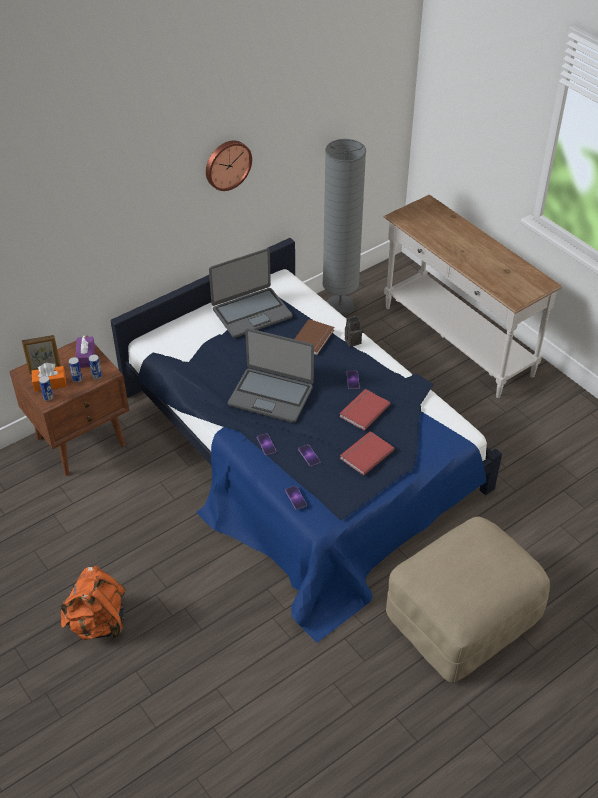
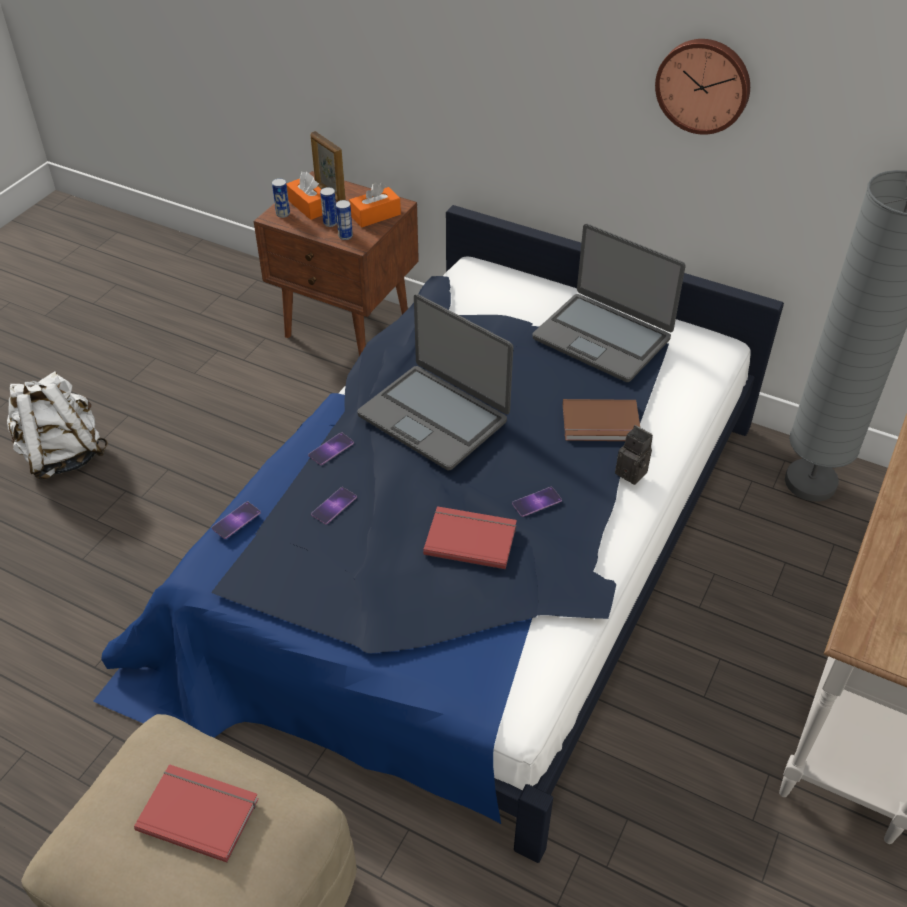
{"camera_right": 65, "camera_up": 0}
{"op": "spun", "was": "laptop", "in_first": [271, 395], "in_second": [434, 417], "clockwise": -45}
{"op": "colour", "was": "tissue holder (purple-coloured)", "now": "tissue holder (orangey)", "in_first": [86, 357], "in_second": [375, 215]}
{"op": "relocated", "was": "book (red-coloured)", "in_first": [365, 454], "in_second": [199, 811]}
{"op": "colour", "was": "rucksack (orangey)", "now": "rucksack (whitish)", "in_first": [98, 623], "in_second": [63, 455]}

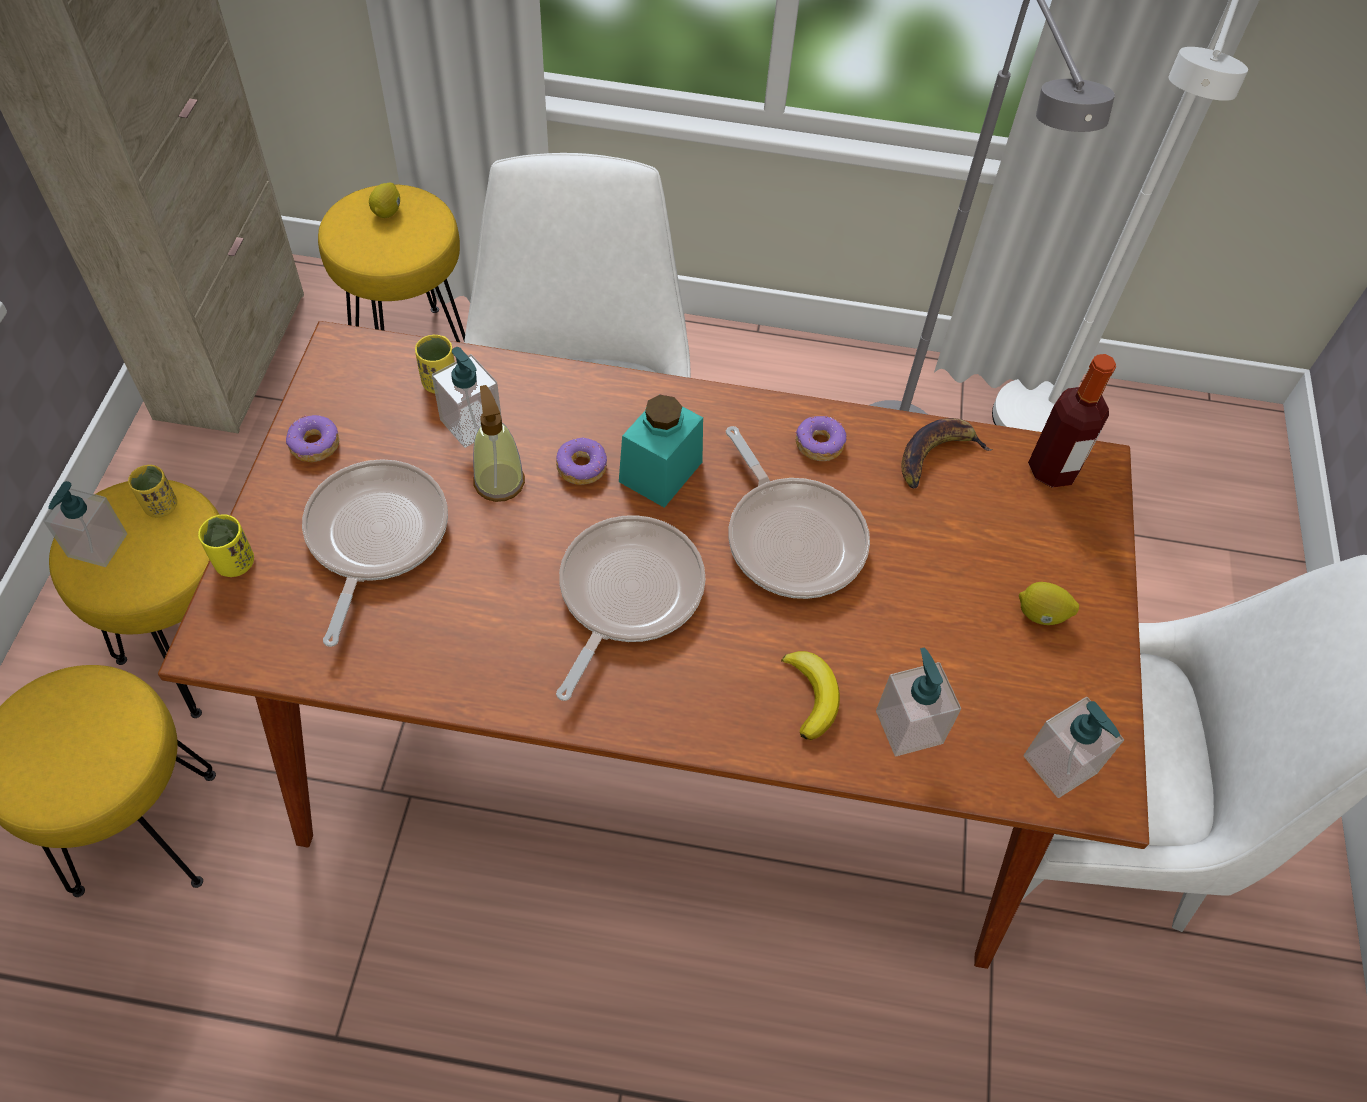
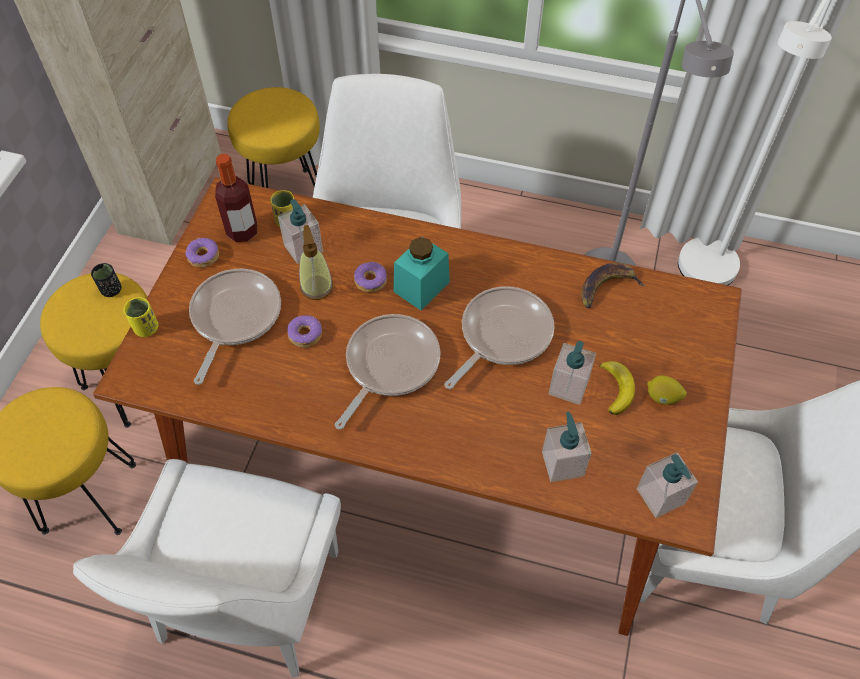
{"camera_right": 10, "camera_up": 0}
{"op": "missing", "was": "whole lemon", "in_first": [387, 211]}
{"op": "relocated", "was": "beverage bottle", "in_first": [1052, 470], "in_second": [242, 231]}
{"op": "relocated", "was": "ring doughnut", "in_first": [819, 444], "in_second": [305, 335]}
{"op": "spun", "was": "pan", "in_first": [792, 537], "in_second": [502, 335], "clockwise": -120}
{"op": "colour", "was": "drinking cup (yellow-coloured)", "now": "drinking cup (black)", "in_first": [161, 506], "in_second": [111, 290]}
{"op": "relocated", "was": "liquid soap bottle", "in_first": [97, 545], "in_second": [568, 387]}
{"op": "relocated", "was": "whole banana", "in_first": [811, 696], "in_second": [617, 389]}
{"op": "appeared", "now": "upright chair (whitish)", "in_second": [247, 603]}

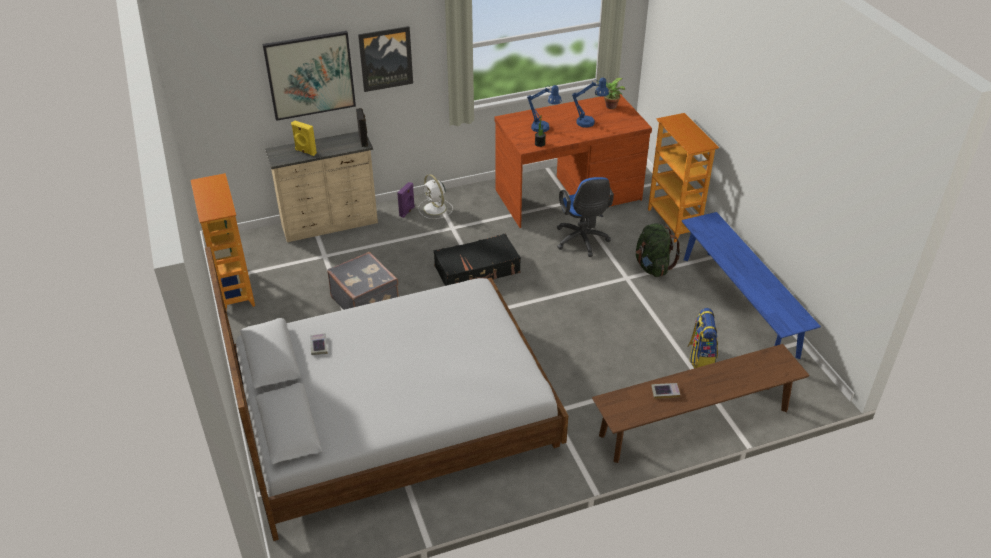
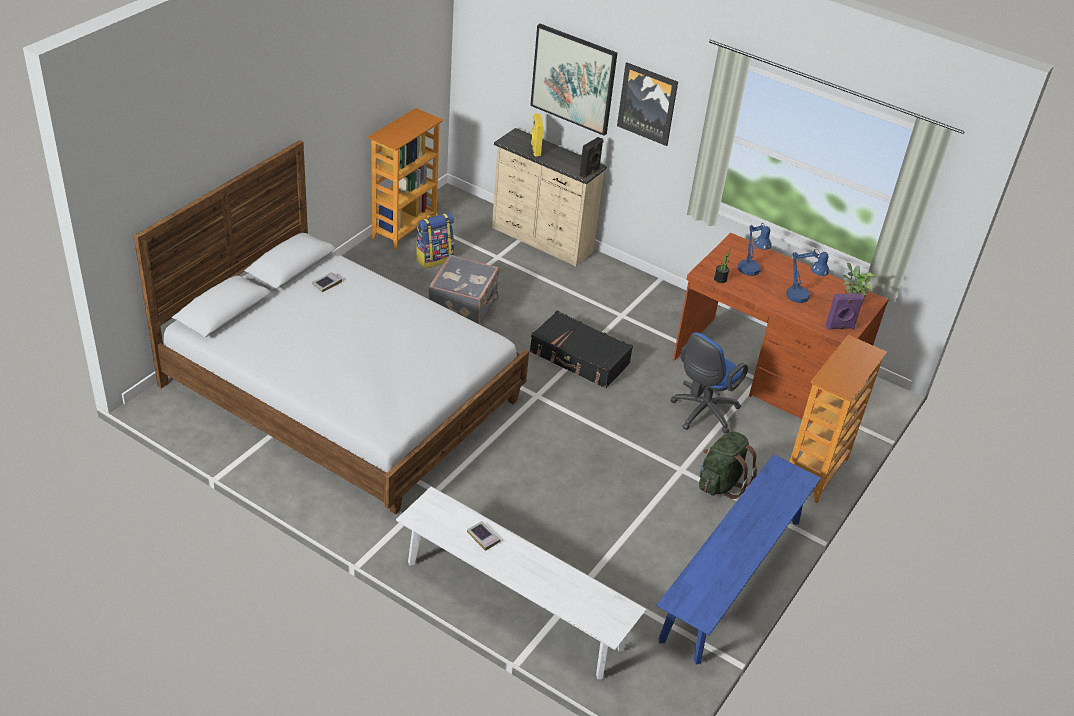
{"camera_right": 50, "camera_up": 0}
{"op": "missing", "was": "fan (whitish)", "in_first": [435, 209]}
{"op": "relocated", "was": "speaker (purple-coloured)", "in_first": [407, 211], "in_second": [840, 327]}
{"op": "relocated", "was": "rucksack", "in_first": [700, 357], "in_second": [434, 259]}
{"op": "colour", "was": "bench (brown)", "now": "bench (whitish)", "in_first": [694, 423], "in_second": [513, 605]}

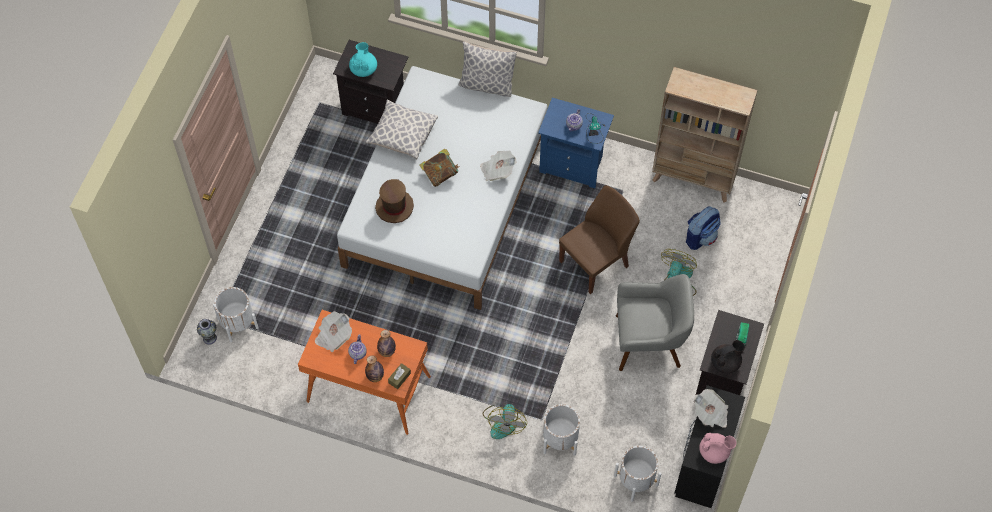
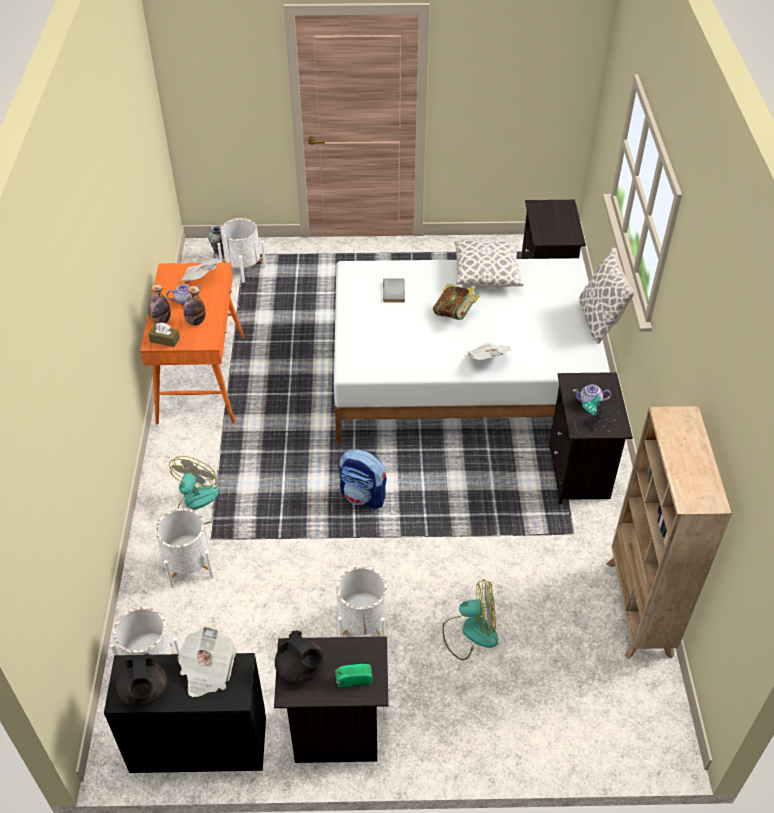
{"camera_right": 70, "camera_up": -15}
{"op": "missing", "was": "teapot (turquoise-coloured)", "in_first": [363, 69]}
{"op": "colour", "was": "night table (bluish)", "now": "night table (black)", "in_first": [573, 164], "in_second": [580, 473]}
{"op": "exchanged", "was": "hat (brown)", "now": "book (grey)", "in_first": [394, 207], "in_second": [392, 291]}
{"op": "missing", "was": "upright chair (brown)", "in_first": [595, 263]}
{"op": "relocated", "was": "rucksack", "in_first": [700, 237], "in_second": [363, 496]}
{"op": "exchanged", "was": "lounge chair (grey)", "now": "flower pot (whitish)", "in_first": [649, 342], "in_second": [362, 624]}
{"op": "spun", "was": "fan", "in_first": [504, 421], "in_second": [197, 504], "clockwise": 120}
{"op": "colour", "was": "teapot (pinkish)", "now": "teapot (black)", "in_first": [714, 452], "in_second": [144, 692]}

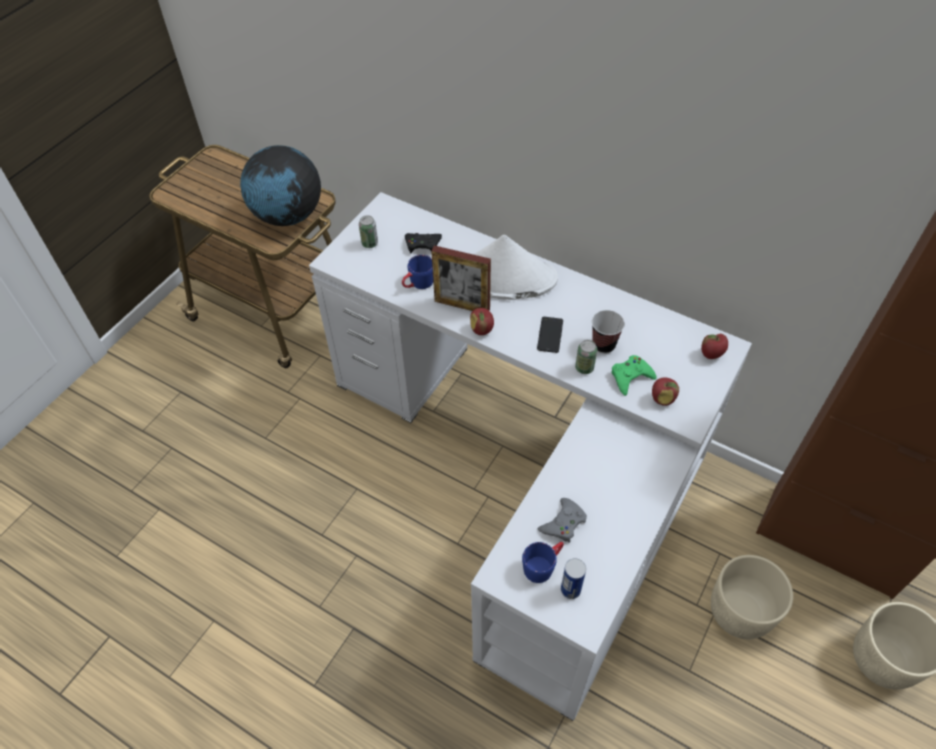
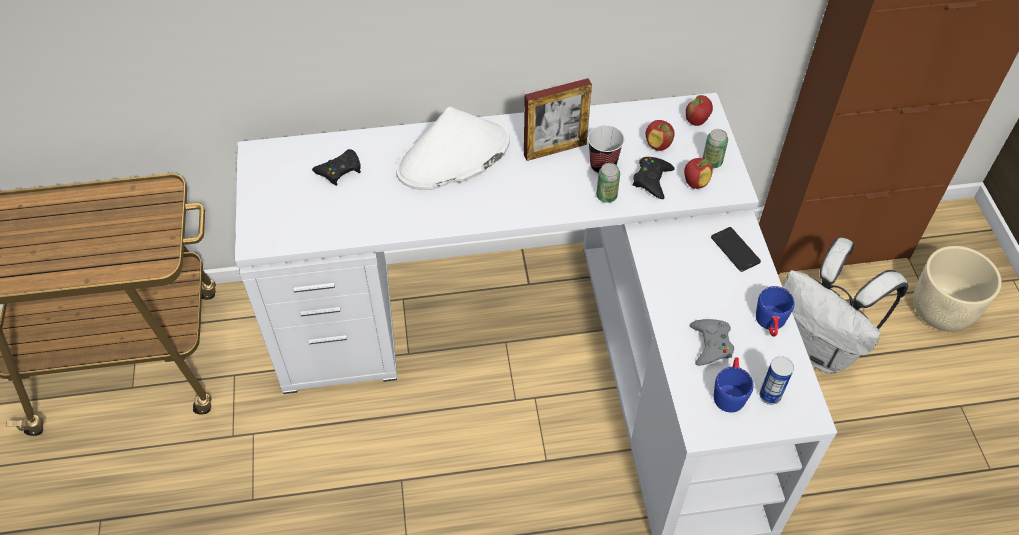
{"camera_right": -40, "camera_up": 0}
{"op": "missing", "was": "globe", "in_first": [287, 216]}
{"op": "relocated", "was": "can", "in_first": [370, 243], "in_second": [712, 162]}
{"op": "relocated", "was": "standing frame", "in_first": [462, 305], "in_second": [555, 149]}
{"op": "relocated", "was": "coffee mug (bluish)", "in_first": [418, 284], "in_second": [771, 324]}
{"op": "relocated", "was": "apple fruit", "in_first": [482, 330], "in_second": [658, 145]}
{"op": "relocated", "was": "handset", "in_first": [550, 335], "in_second": [735, 249]}
{"op": "colour", "was": "gamepad (green-coloured)", "now": "gamepad (black)", "in_first": [630, 377], "in_second": [652, 180]}
{"op": "exchanged", "was": "flower pot (beige)", "now": "rucksack (whitish)", "in_first": [740, 612], "in_second": [820, 347]}

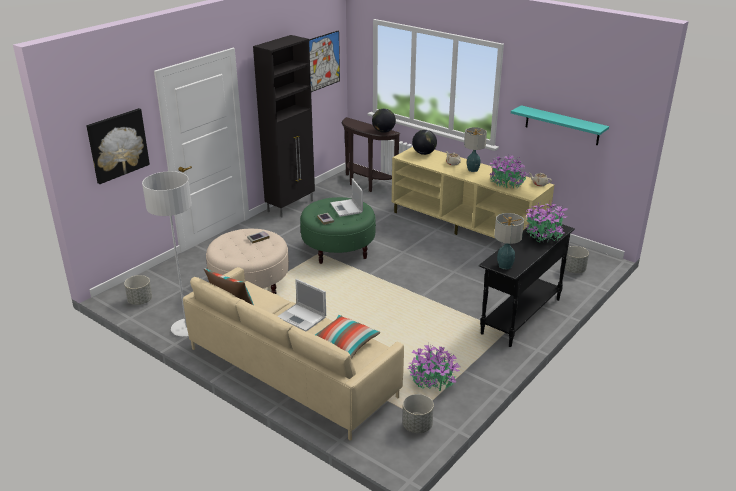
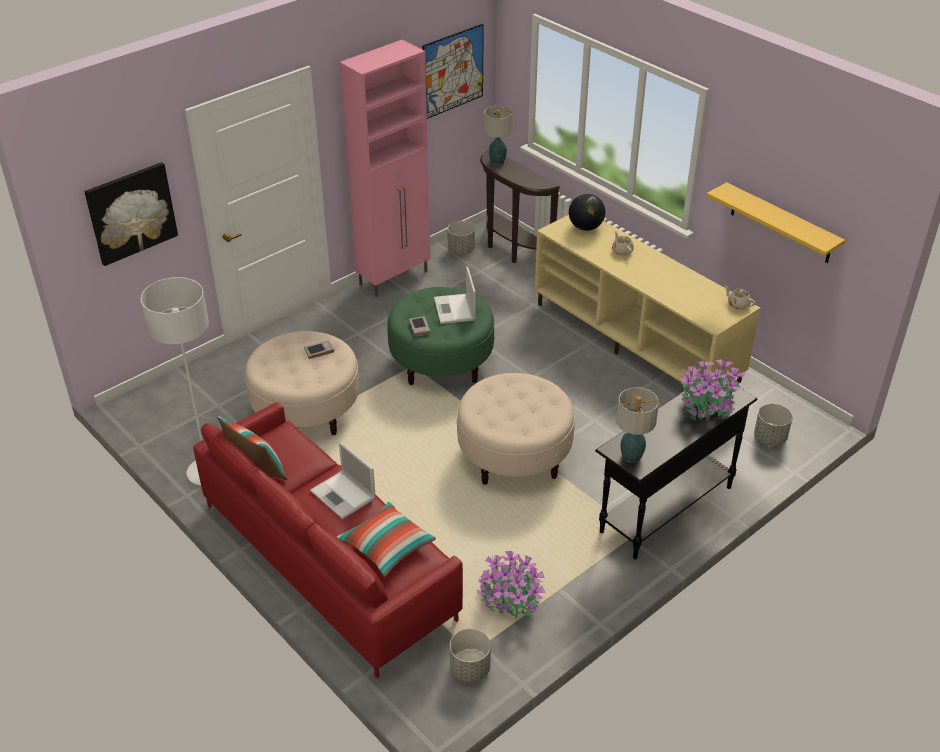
{"camera_right": 10, "camera_up": 10}
{"op": "colour", "was": "storage cabinet (black)", "now": "storage cabinet (pinkish)", "in_first": [291, 206], "in_second": [394, 278]}
{"op": "colour", "was": "shelf (turquoise-coloured)", "now": "shelf (yellow-coloured)", "in_first": [562, 125], "in_second": [781, 223]}
{"op": "missing", "was": "globe", "in_first": [383, 131]}
{"op": "relocated", "was": "tabletop lamp", "in_first": [472, 170], "in_second": [497, 161]}
{"op": "missing", "was": "houseplant", "in_first": [506, 183]}
{"op": "colour", "was": "settee (beige)", "now": "settee (red-coloured)", "in_first": [292, 371], "in_second": [329, 559]}
{"op": "relocated", "was": "flower pot (grey)", "in_first": [140, 301], "in_second": [461, 250]}
{"op": "appeared", "now": "pouffe (beige)", "in_second": [514, 456]}

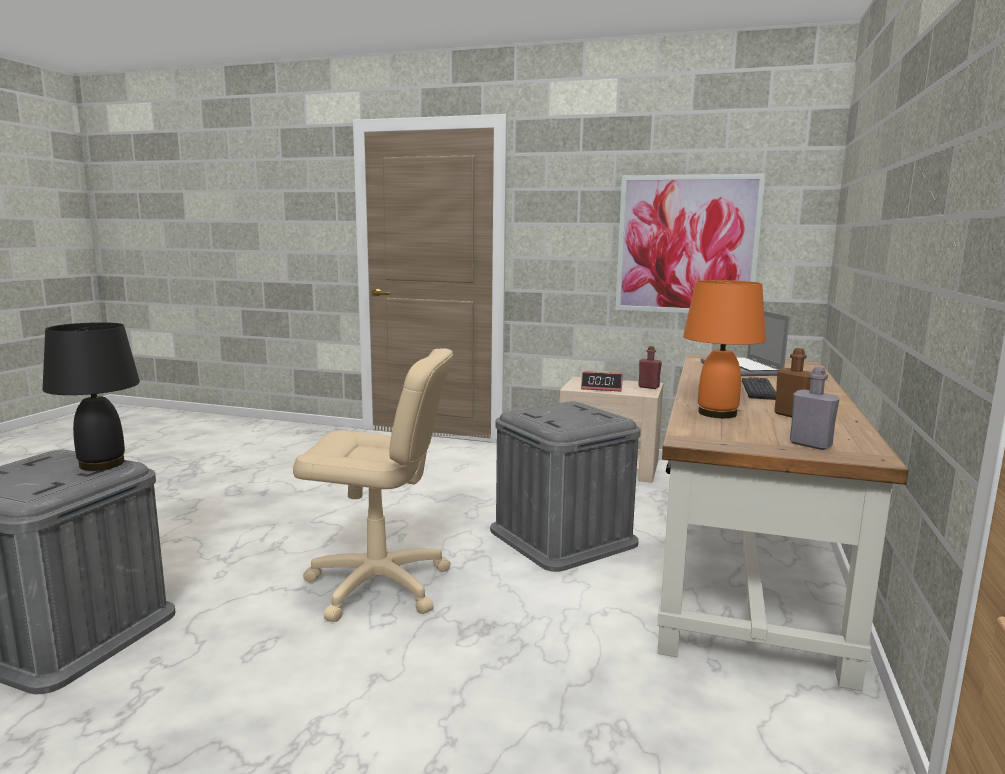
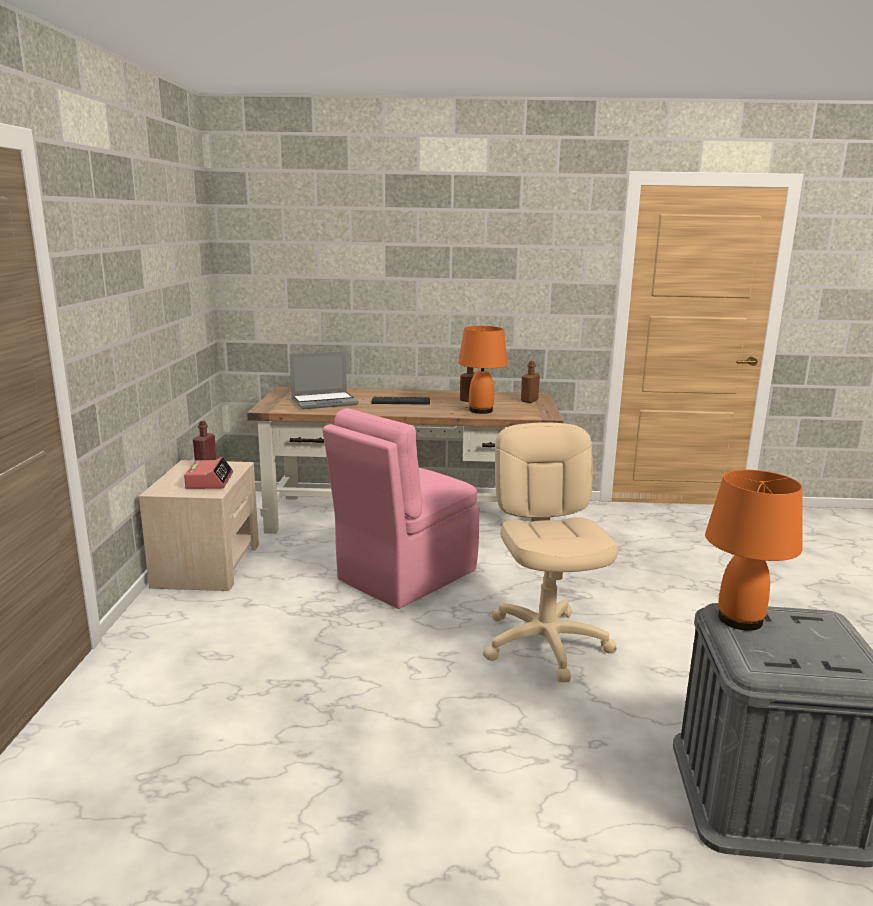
{"camera_right": -105, "camera_up": 5}
{"op": "missing", "was": "picture", "in_first": [686, 245]}
{"op": "colour", "was": "tabletop lamp (black)", "now": "tabletop lamp (orangey)", "in_first": [102, 464], "in_second": [740, 619]}
{"op": "colour", "was": "beverage bottle (grey)", "now": "beverage bottle (brown)", "in_first": [810, 444], "in_second": [529, 400]}
{"op": "exchanged", "was": "storage bin (grey)", "now": "upright chair (pinkish)", "in_first": [562, 536], "in_second": [404, 576]}

